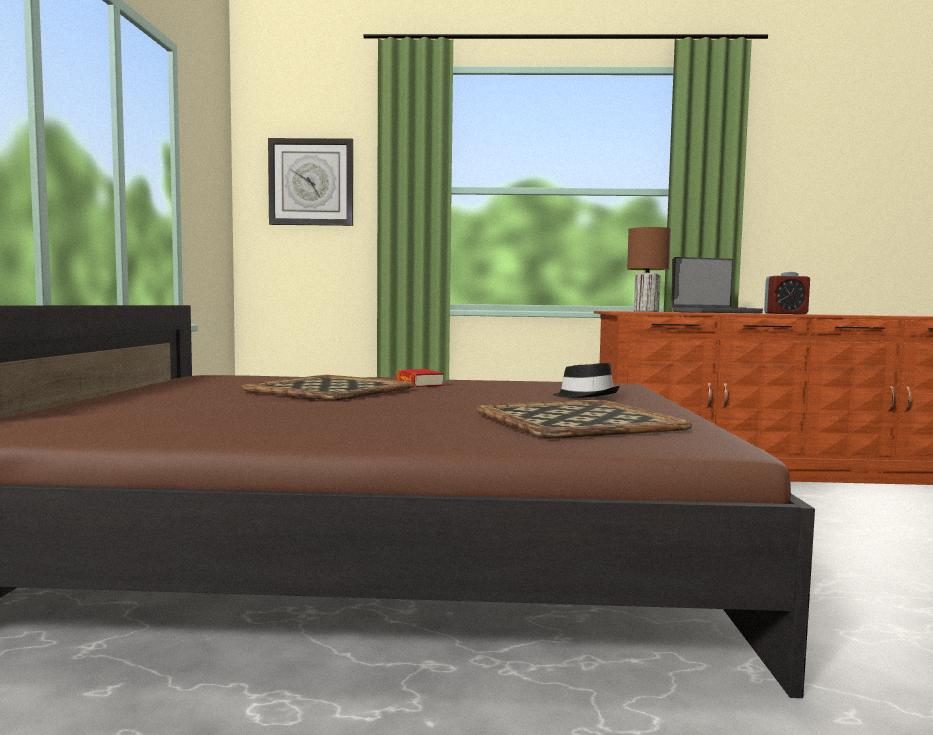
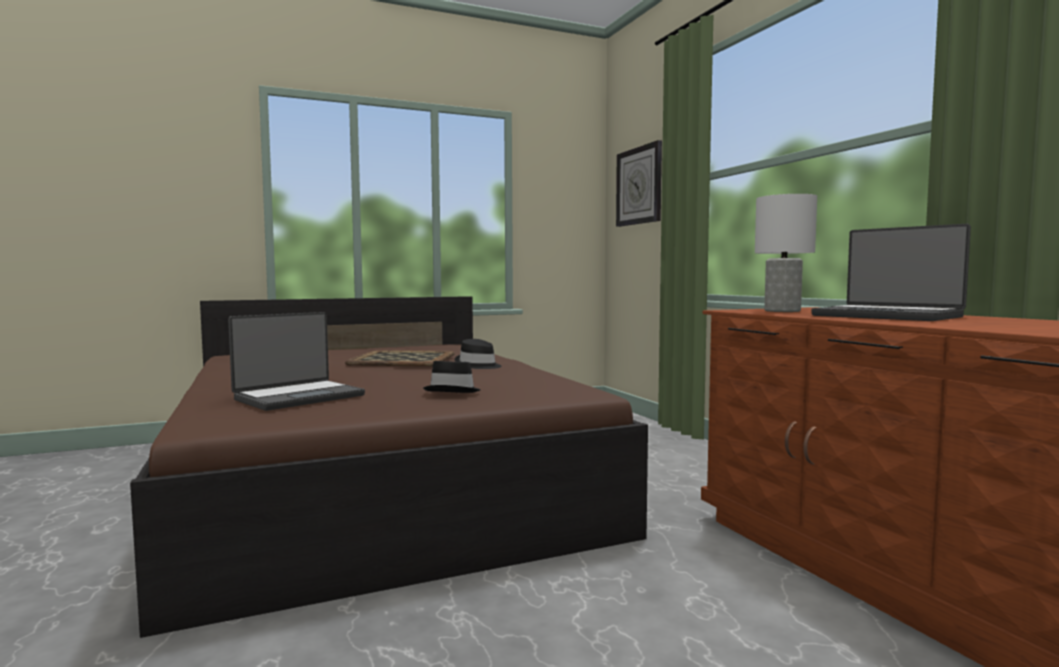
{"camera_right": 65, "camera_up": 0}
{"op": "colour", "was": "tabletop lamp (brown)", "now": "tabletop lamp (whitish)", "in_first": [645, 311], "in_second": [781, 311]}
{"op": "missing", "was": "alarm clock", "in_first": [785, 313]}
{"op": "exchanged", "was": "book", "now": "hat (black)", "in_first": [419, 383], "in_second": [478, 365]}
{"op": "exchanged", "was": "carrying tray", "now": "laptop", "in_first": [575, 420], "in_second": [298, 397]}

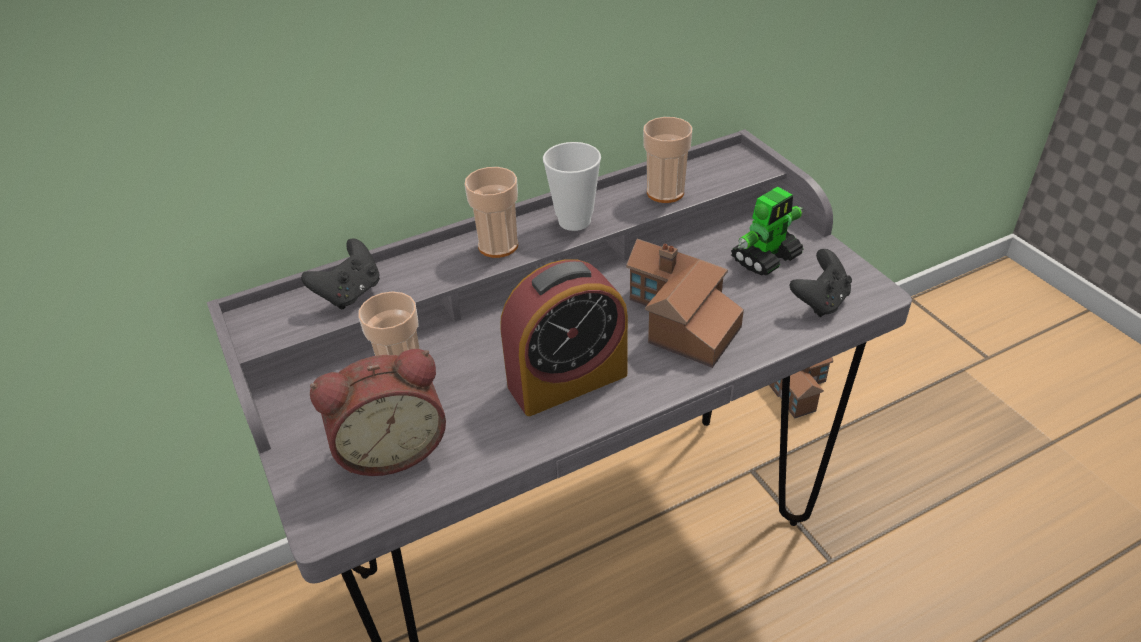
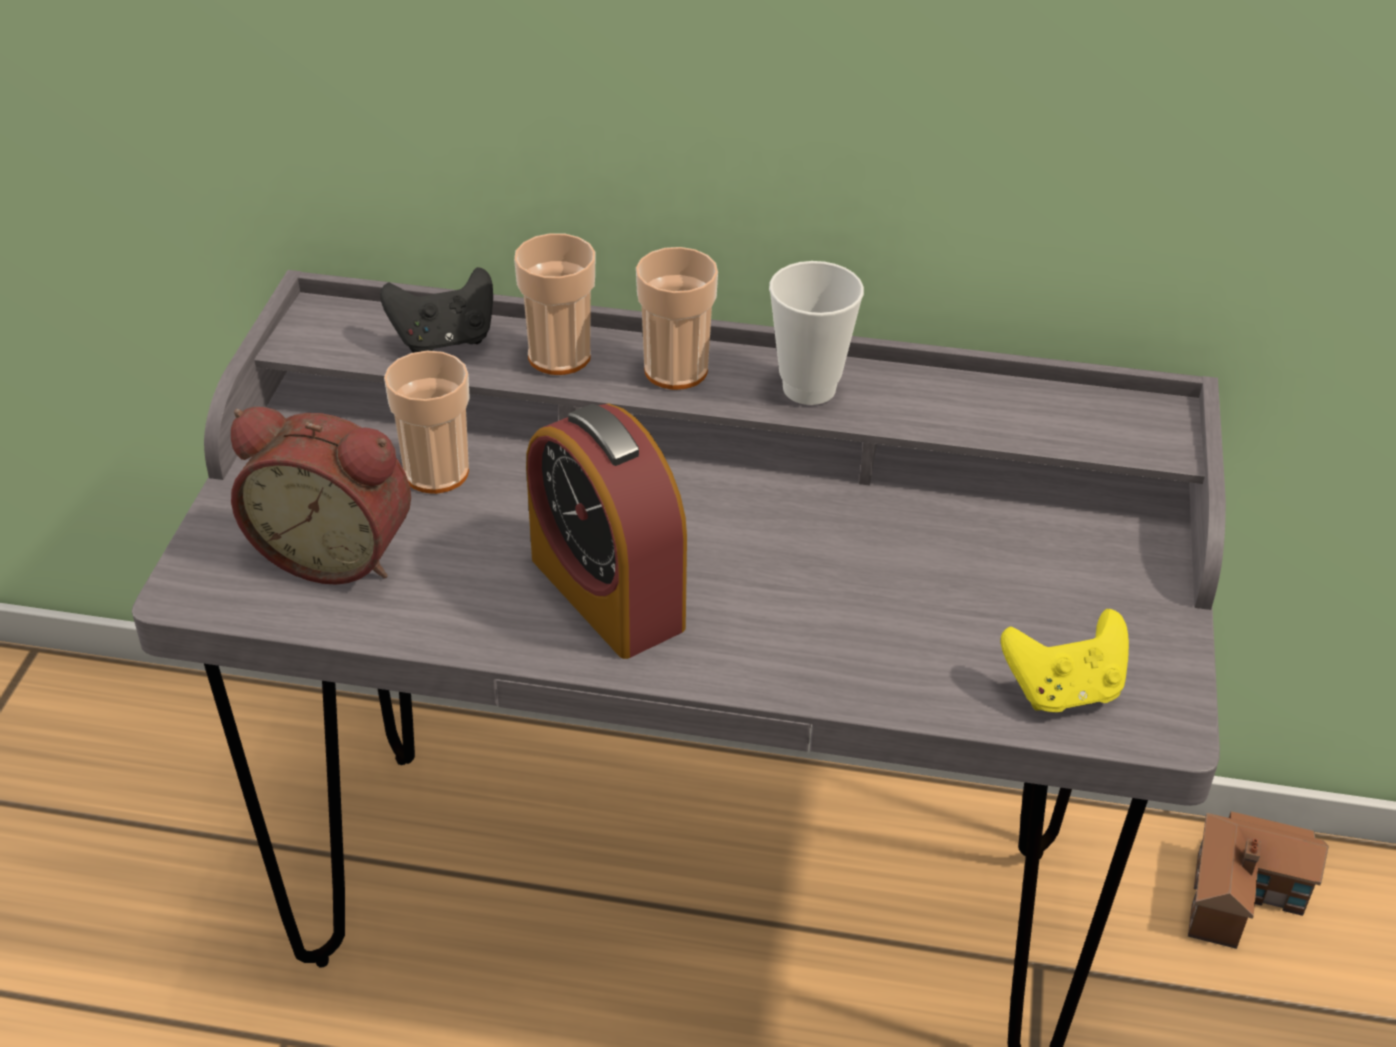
{"camera_right": 35, "camera_up": 0}
{"op": "relocated", "was": "drinking cup", "in_first": [665, 192], "in_second": [559, 356]}
{"op": "missing", "was": "robot figure", "in_first": [766, 258]}
{"op": "missing", "was": "model house", "in_first": [679, 320]}
{"op": "colour", "was": "gamepad (black)", "now": "gamepad (yellow-coloured)", "in_first": [820, 302], "in_second": [1063, 690]}
{"op": "spun", "was": "alarm clock", "in_first": [567, 380], "in_second": [607, 593], "clockwise": 45}

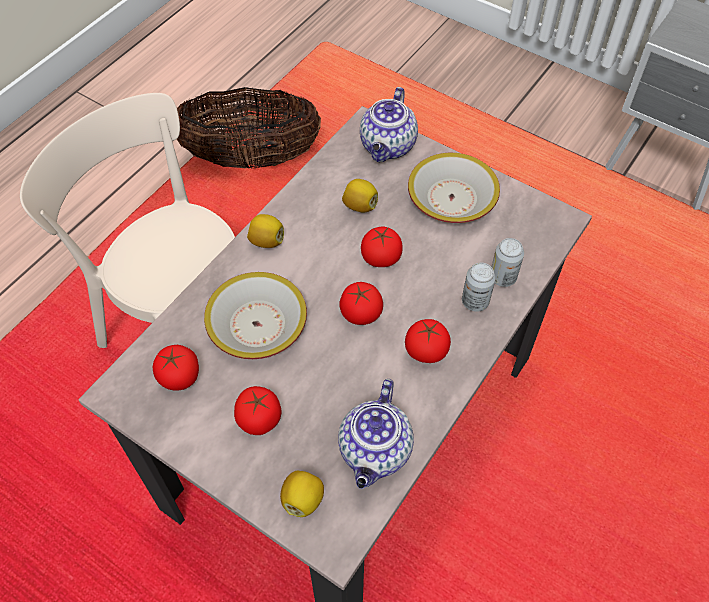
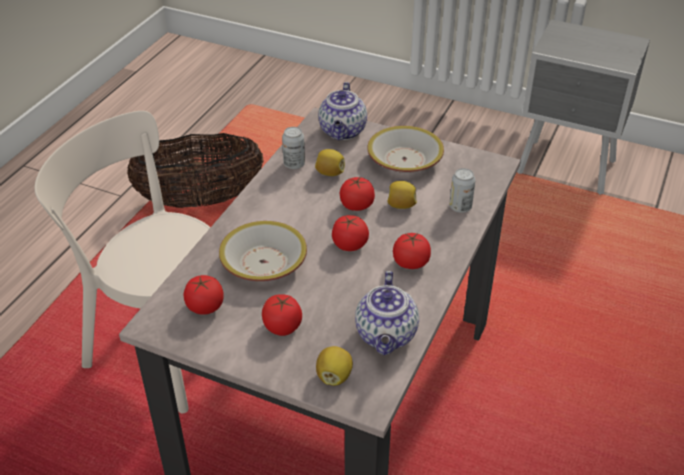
{"camera_right": -10, "camera_up": -15}
{"op": "relocated", "was": "whole lemon", "in_first": [266, 241], "in_second": [401, 205]}
{"op": "relocated", "was": "can", "in_first": [475, 301], "in_second": [294, 164]}

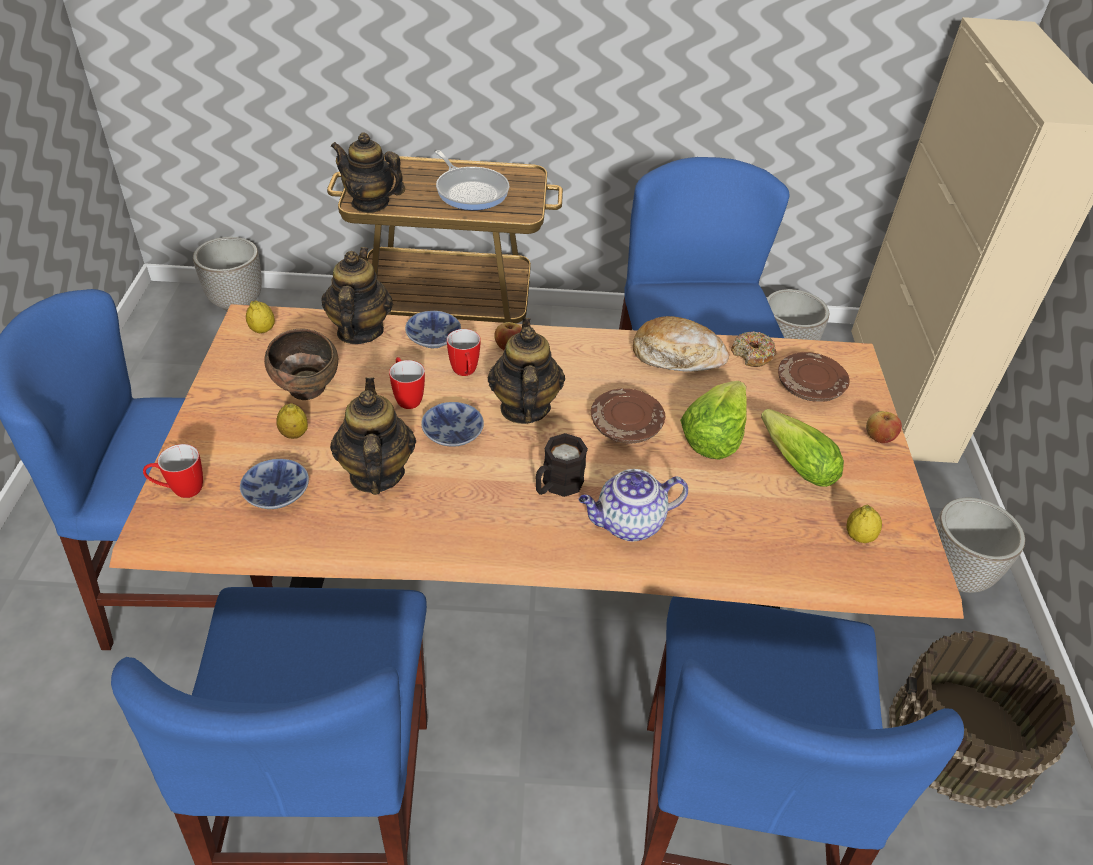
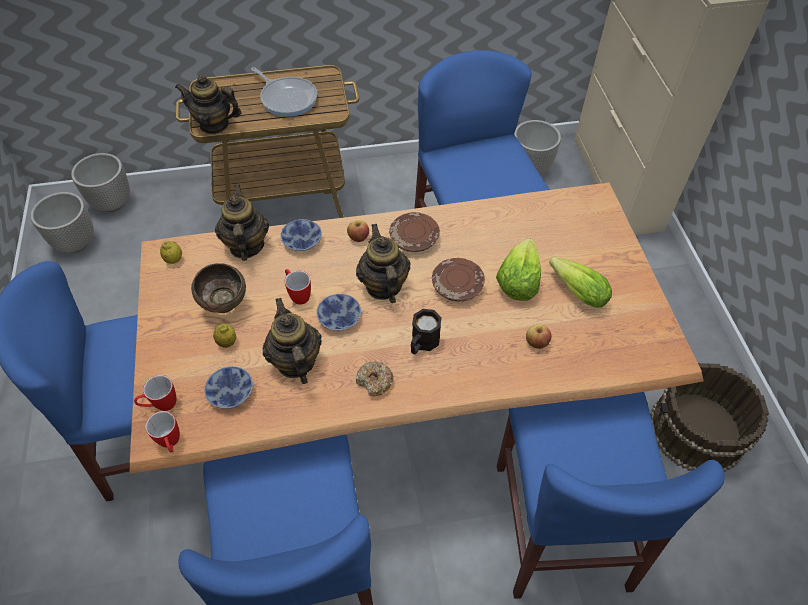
{"camera_right": -10, "camera_up": 10}
{"op": "missing", "was": "baked bread", "in_first": [677, 356]}
{"op": "relocated", "was": "coffee mug", "in_first": [465, 373], "in_second": [171, 444]}
{"op": "relocated", "was": "ring doughnut", "in_first": [752, 355], "in_second": [374, 382]}
{"op": "relocated", "was": "dinner plate (brown)", "in_first": [809, 387], "in_second": [414, 239]}
{"op": "relocated", "was": "apple fruit", "in_first": [878, 437], "in_second": [536, 342]}
{"op": "missing", "was": "teapot", "in_first": [628, 524]}
{"op": "relocated", "was": "flower pot", "in_first": [954, 575], "in_second": [76, 242]}
{"op": "missing", "was": "whole lemon", "in_first": [858, 537]}

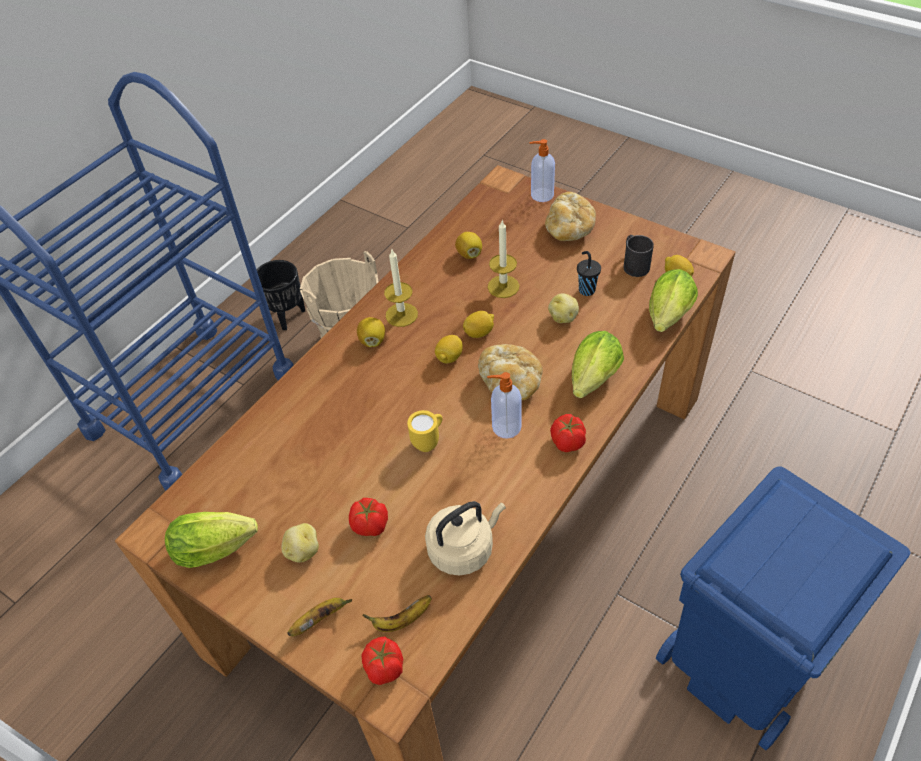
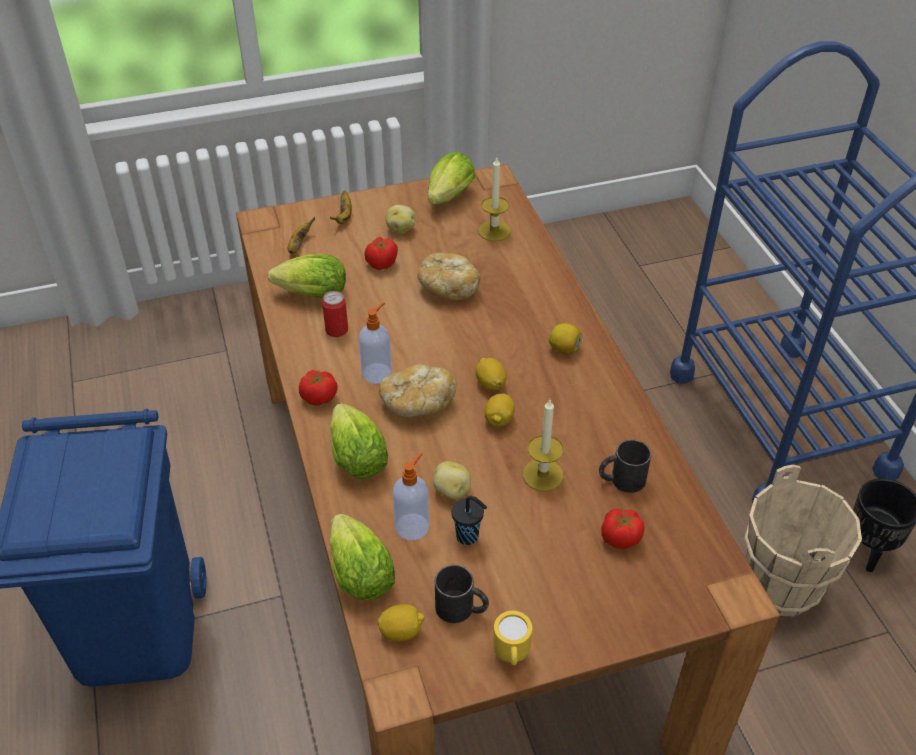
{"camera_right": 125, "camera_up": -5}
{"op": "relocated", "was": "liquid soap bottle", "in_first": [541, 195], "in_second": [413, 526]}
{"op": "relocated", "was": "baked bread", "in_first": [569, 229], "in_second": [448, 288]}
{"op": "exchanged", "was": "whole lemon", "now": "coffee mug (black)", "in_first": [469, 254], "in_second": [621, 480]}
{"op": "relocated", "was": "wax candle", "in_first": [401, 315], "in_second": [494, 231]}
{"op": "relocated", "was": "coffee mug (yellow-coloured)", "in_first": [429, 441], "in_second": [511, 657]}
{"op": "exchanged", "was": "kettle (beige)", "now": "lettuce", "in_first": [463, 548], "in_second": [308, 294]}
{"op": "relocated", "was": "fresh tomato", "in_first": [384, 668], "in_second": [620, 538]}
{"op": "appeared", "now": "can", "in_second": [337, 330]}

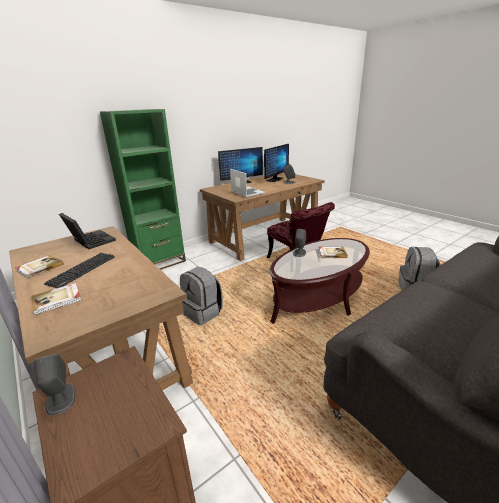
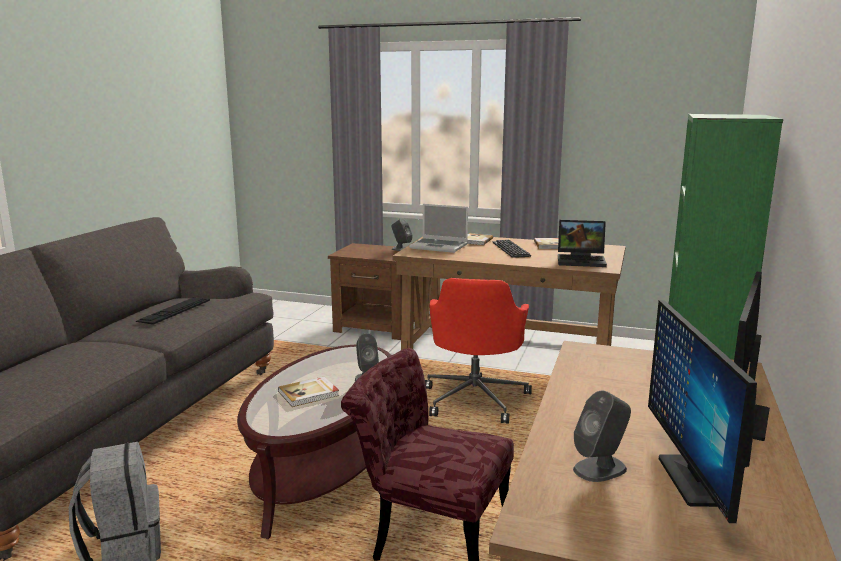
{"camera_right": 145, "camera_up": -10}
{"op": "relocated", "was": "laptop", "in_first": [246, 192], "in_second": [439, 246]}
{"op": "exchanged", "was": "rucksack (grey)", "now": "desk chair (red-coloured)", "in_first": [203, 312], "in_second": [475, 399]}
{"op": "appeared", "now": "keyboard", "in_second": [174, 310]}

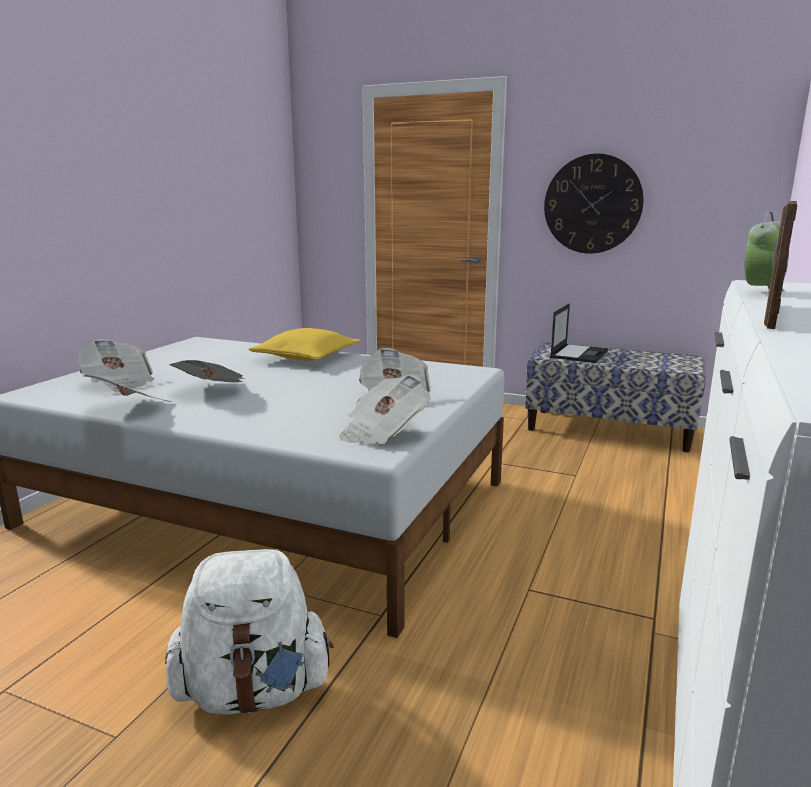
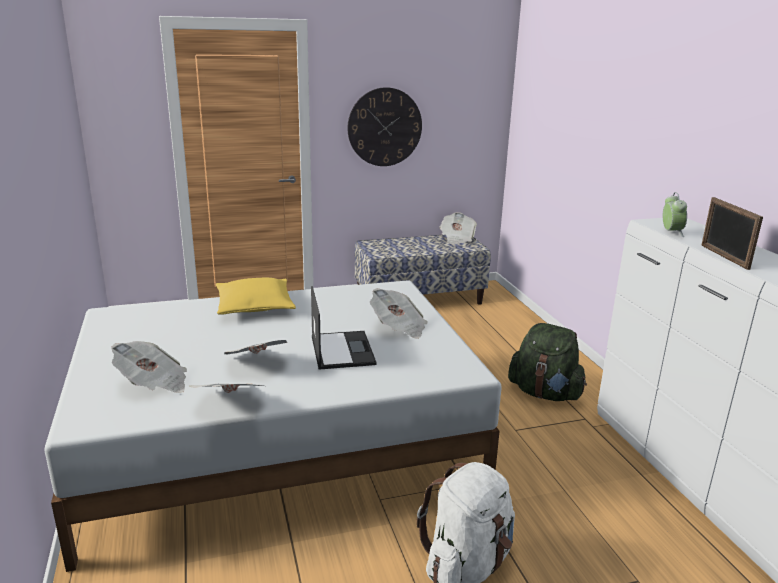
{"camera_right": -40, "camera_up": 5}
{"op": "relocated", "was": "laptop", "in_first": [579, 354], "in_second": [342, 350]}
{"op": "relocated", "was": "newspaper", "in_first": [383, 433], "in_second": [457, 239]}
{"op": "appeared", "now": "rucksack (green-coloured)", "in_second": [545, 393]}

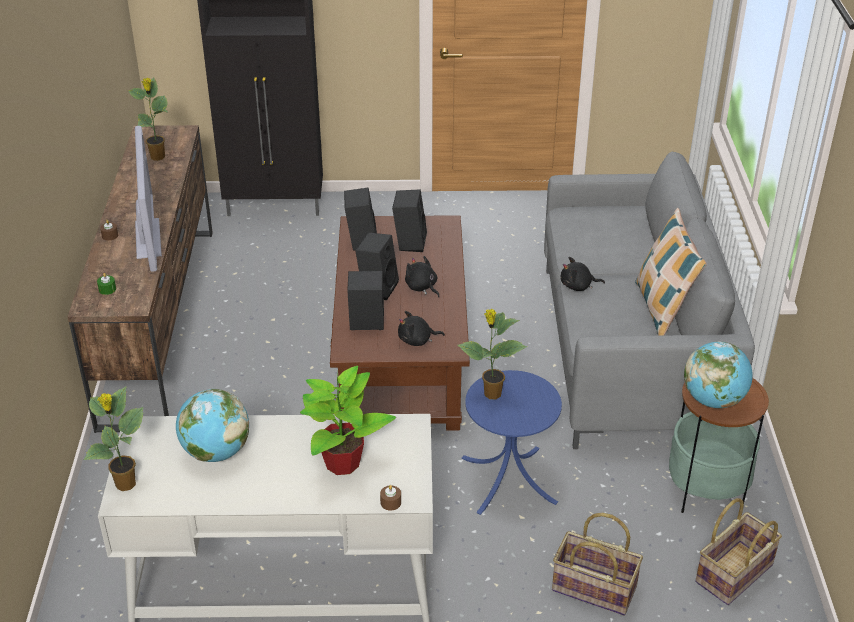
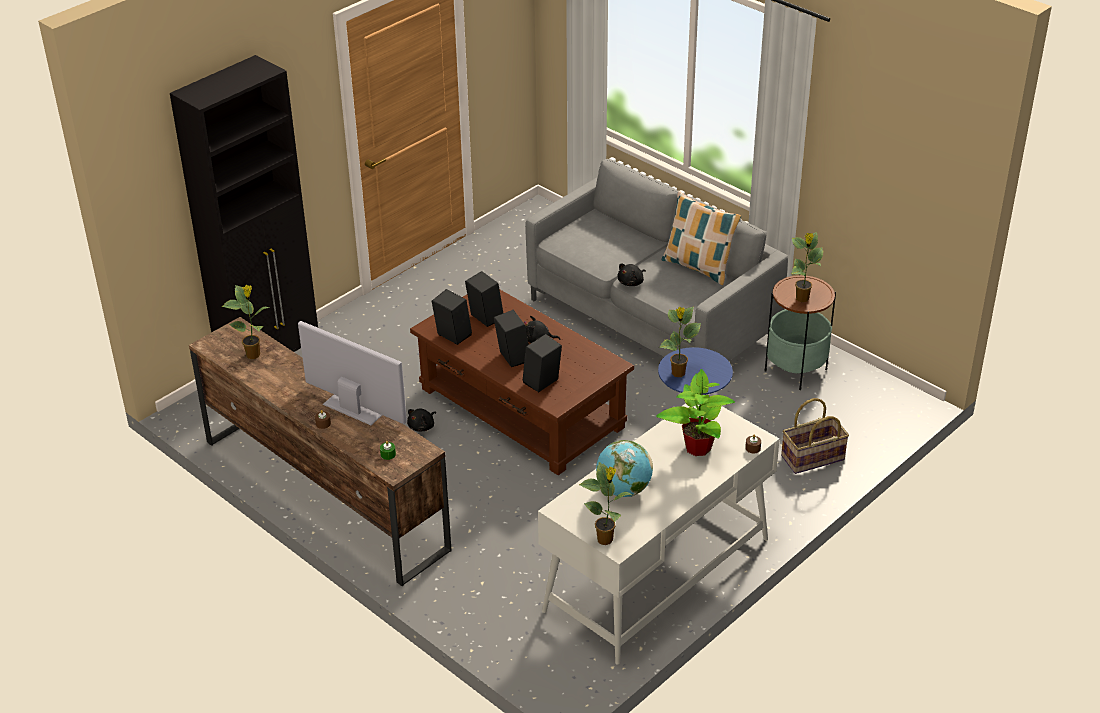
{"camera_right": -45, "camera_up": 0}
{"op": "relocated", "was": "cuddly toy (black)", "in_first": [417, 340], "in_second": [422, 426]}
{"op": "exchanged", "was": "globe", "now": "houseplant", "in_first": [713, 400], "in_second": [802, 299]}
{"op": "missing", "was": "basket", "in_first": [735, 574]}

